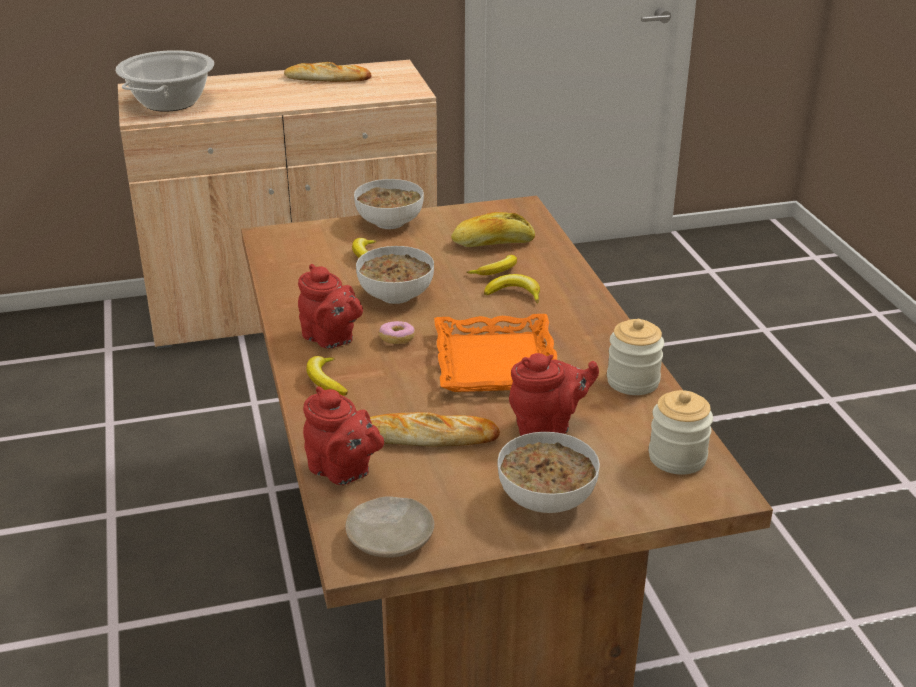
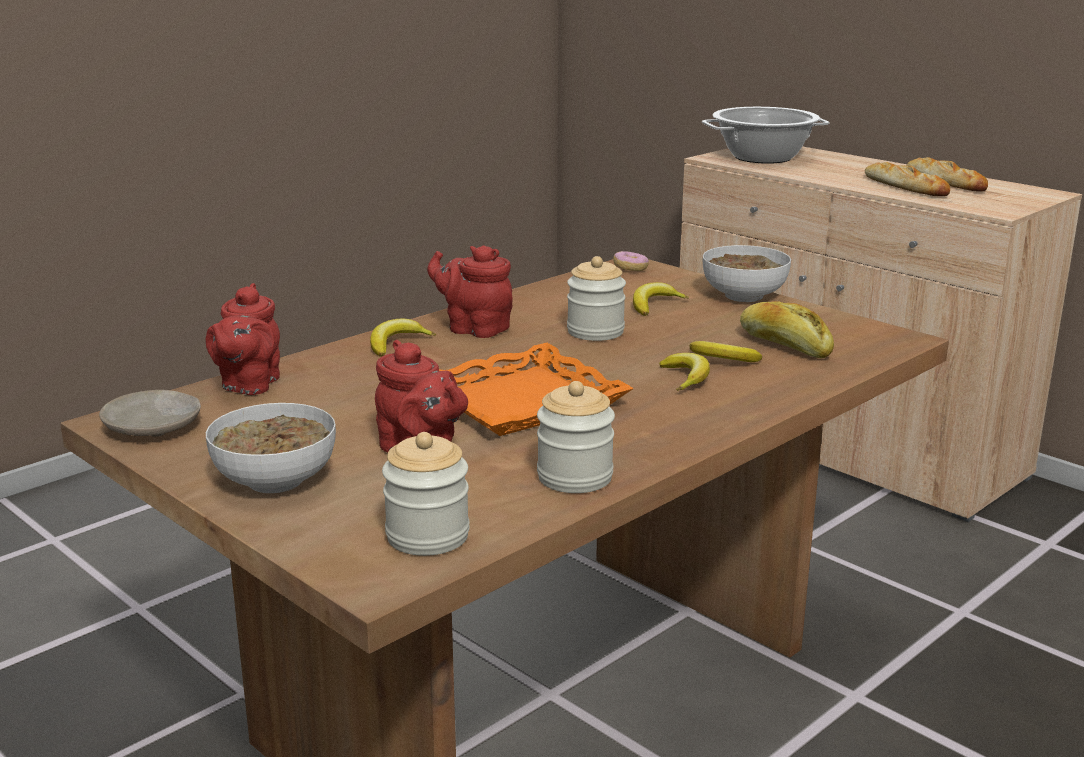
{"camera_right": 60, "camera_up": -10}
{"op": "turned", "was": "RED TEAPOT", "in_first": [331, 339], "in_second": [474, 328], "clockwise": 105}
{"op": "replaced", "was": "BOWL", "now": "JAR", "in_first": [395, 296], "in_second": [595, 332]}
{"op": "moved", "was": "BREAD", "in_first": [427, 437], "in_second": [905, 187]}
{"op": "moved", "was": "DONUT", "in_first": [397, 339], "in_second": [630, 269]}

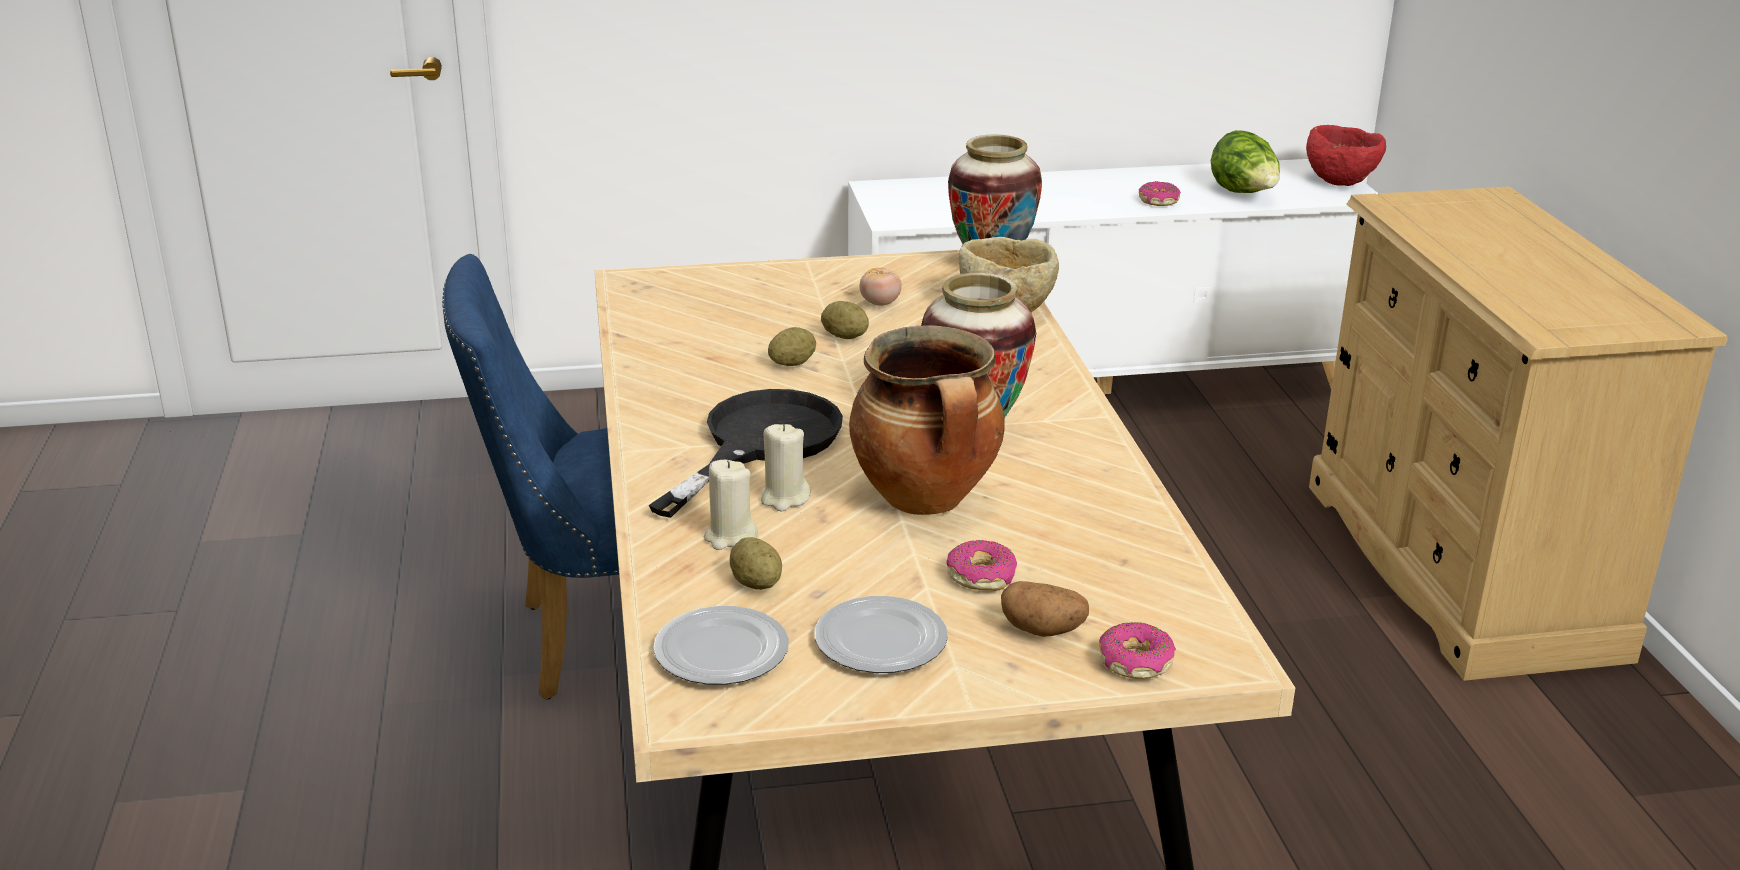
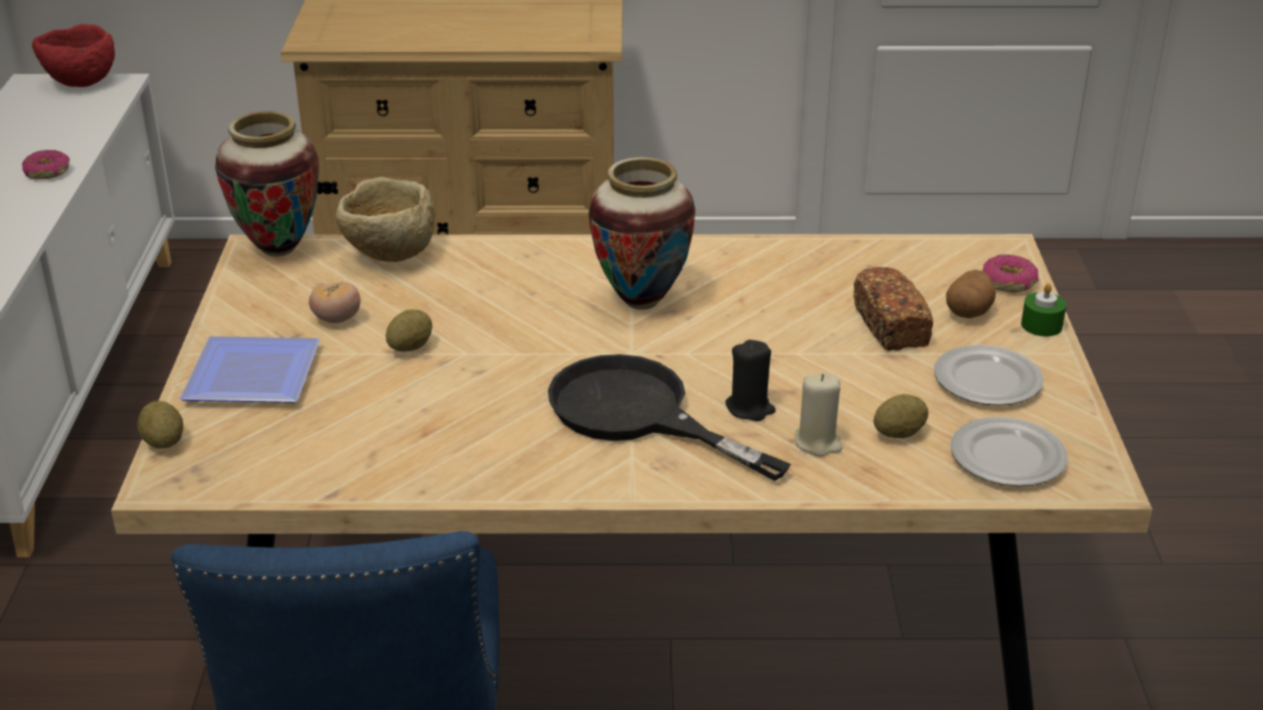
{"camera_right": -80, "camera_up": 5}
{"op": "recoloured", "was": "BEIGE CANDLE", "now": "BLACK CANDLE", "in_first": [784, 498], "in_second": [750, 408]}
{"op": "moved", "was": "POTATO", "in_first": [792, 364], "in_second": [164, 442]}
{"op": "removed", "was": "COOKING POT", "in_first": [927, 500]}
{"op": "replaced", "was": "DONUT", "now": "BREAD", "in_first": [981, 576], "in_second": [890, 327]}
{"op": "removed", "was": "LETTUCE", "in_first": [1244, 194]}
{"op": "added", "now": "PLATE", "in_second": [258, 373]}
{"op": "added", "now": "GREEN CANDLE", "in_second": [1041, 325]}

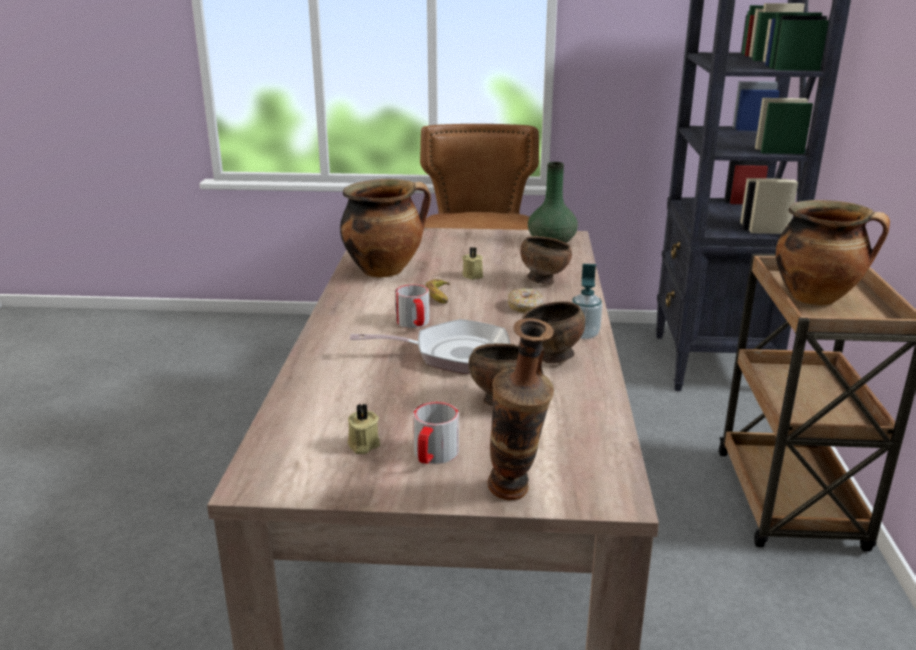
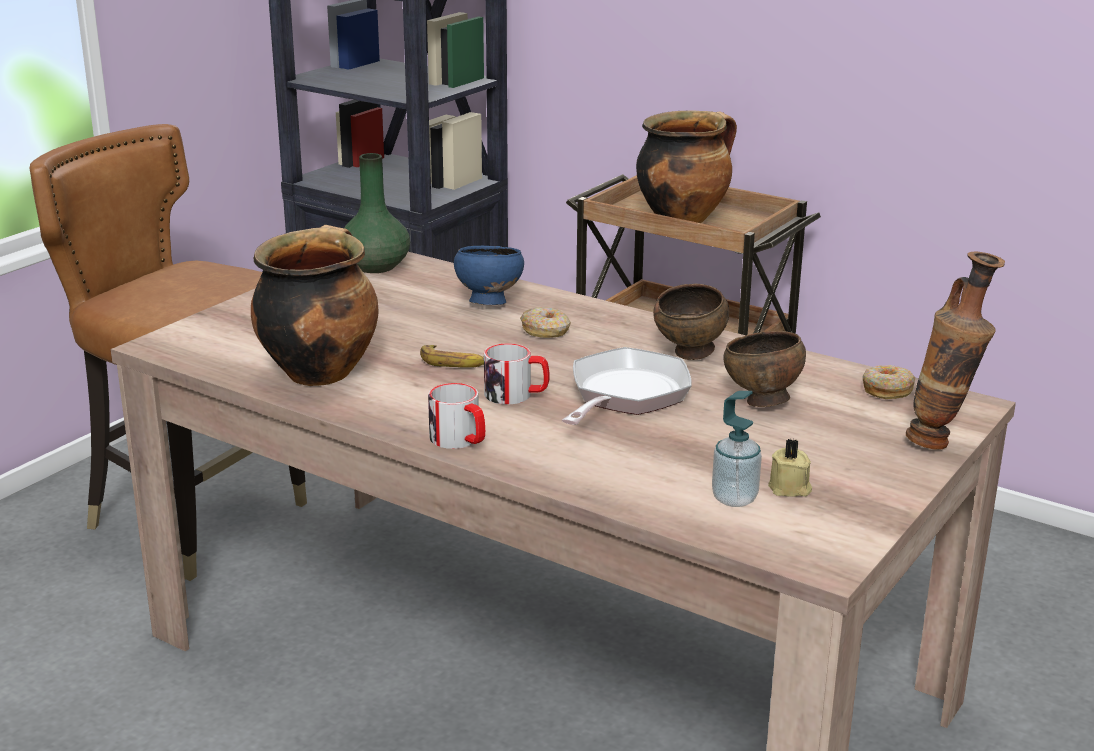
{"camera_right": -60, "camera_up": 0}
{"op": "moved", "was": "MUG", "in_first": [433, 456], "in_second": [460, 440]}
{"op": "removed", "was": "BEIGE CANDLE", "in_first": [473, 275]}
{"op": "recoloured", "was": "BROWN BOWL", "now": "BLUE BOWL", "in_first": [543, 281], "in_second": [487, 303]}
{"op": "moved", "was": "SOAP DISPENSER", "in_first": [584, 334], "in_second": [734, 499]}
{"op": "added", "now": "DONUT", "in_second": [887, 390]}

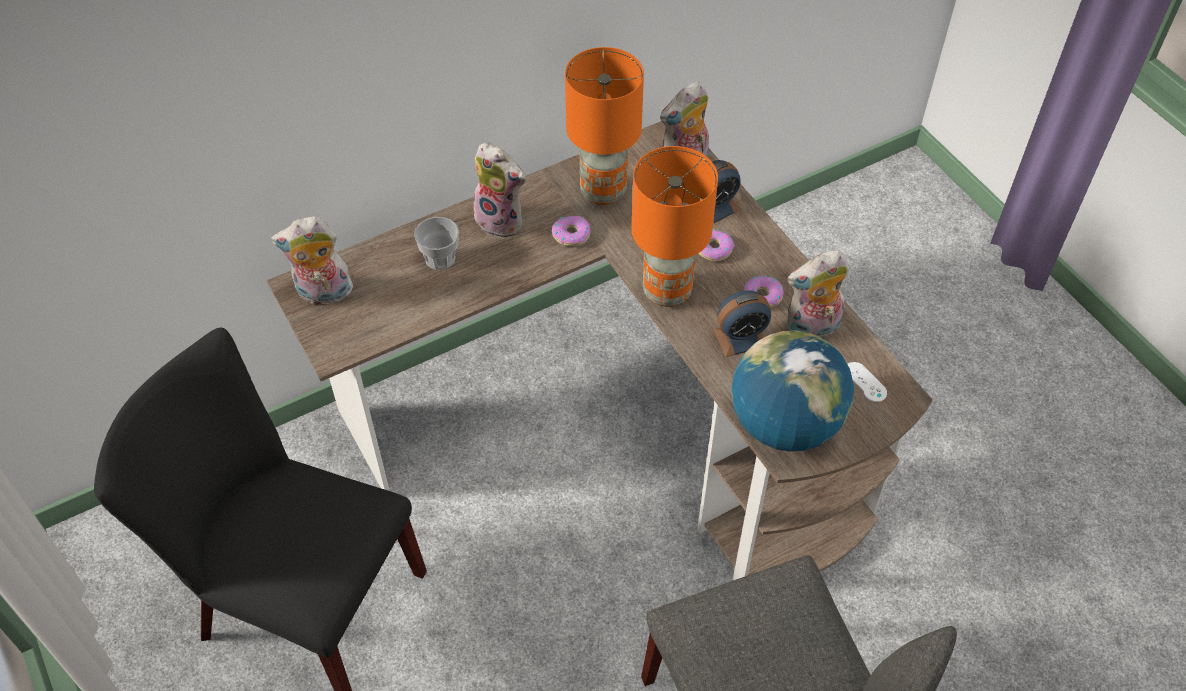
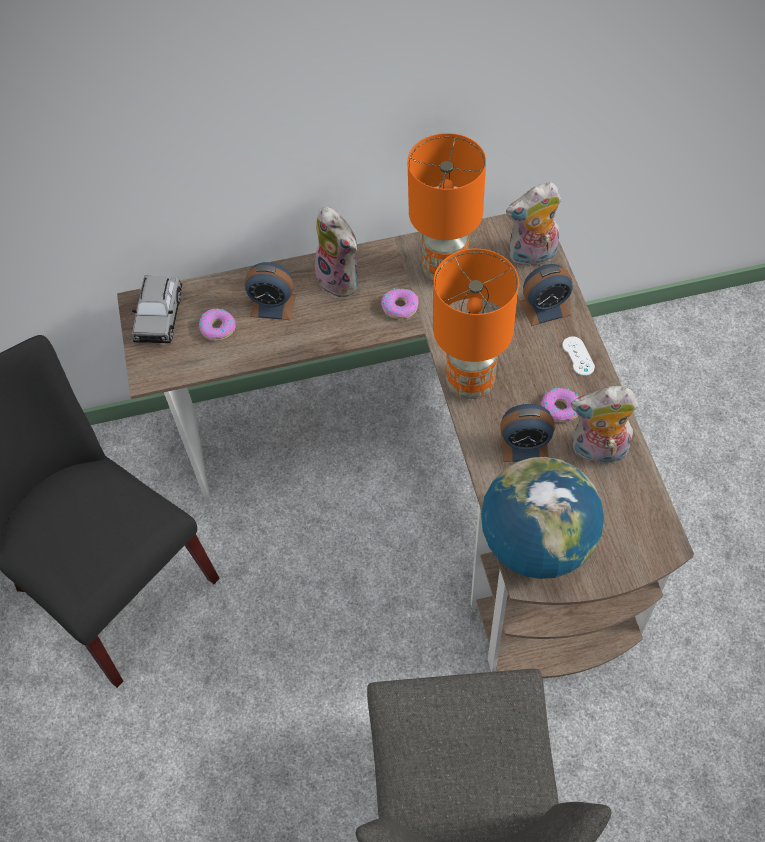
{"camera_right": 20, "camera_up": 5}
{"op": "replaced", "was": "PLUSH TOY", "now": "GREY TOY CAR", "in_first": [323, 294], "in_second": [159, 317]}
{"op": "replaced", "was": "CUP", "now": "ALARM CLOCK", "in_first": [440, 259], "in_second": [273, 305]}
{"op": "moved", "was": "DONUT", "in_first": [713, 249], "in_second": [218, 328]}
{"op": "moved", "was": "WHITE GAME CONTROLLER", "in_first": [865, 382], "in_second": [578, 356]}

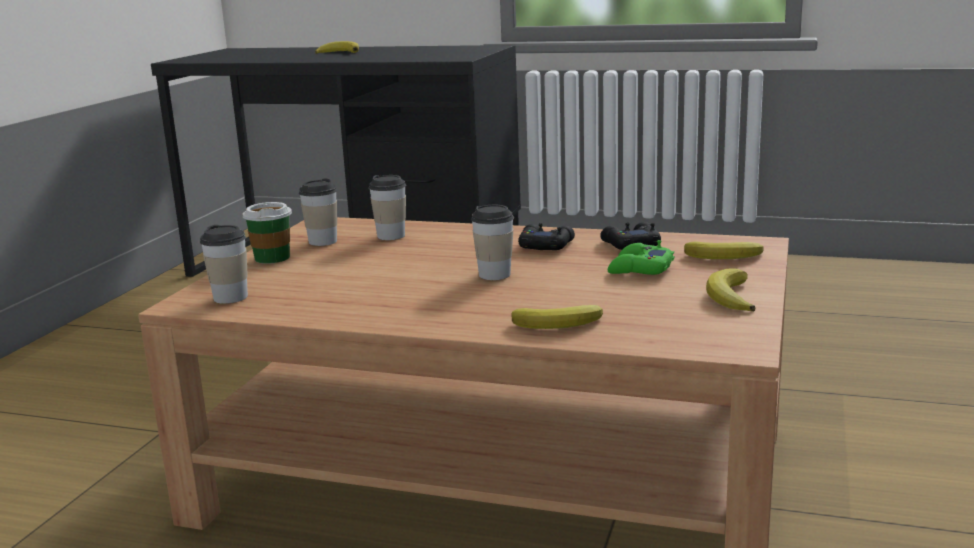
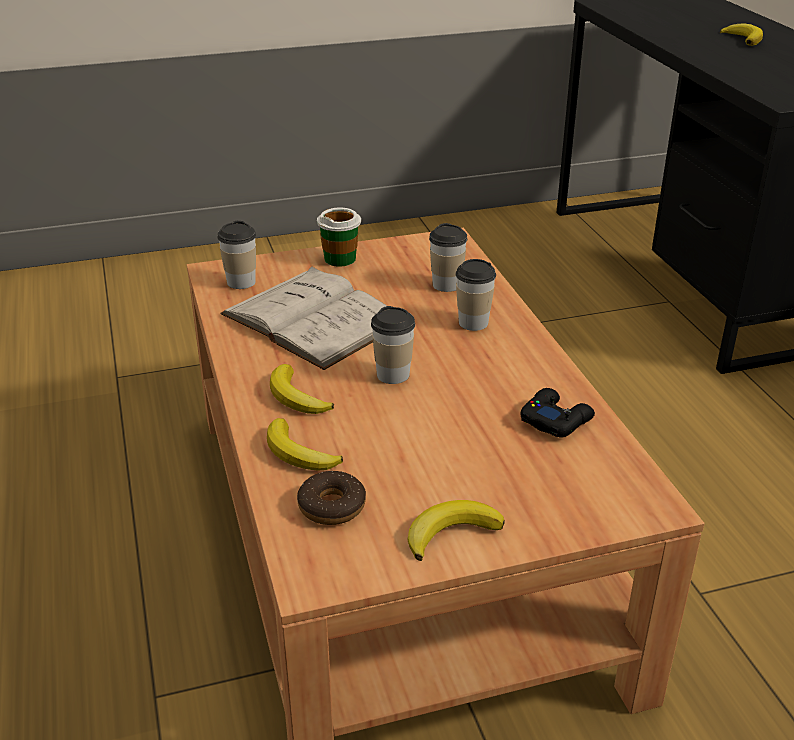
{"camera_right": 55, "camera_up": 15}
{"op": "moved", "was": "CUP", "in_first": [322, 241], "in_second": [473, 322]}
{"op": "removed", "was": "BLACK GAME CONTROLLER", "in_first": [545, 245]}
{"op": "removed", "was": "GREEN GAME CONTROLLER", "in_first": [640, 269]}
{"op": "moved", "was": "BANANA", "in_first": [726, 256], "in_second": [296, 397]}
{"op": "added", "now": "WHITE BOOK", "in_second": [313, 318]}
{"op": "added", "now": "DONUT", "in_second": [332, 506]}

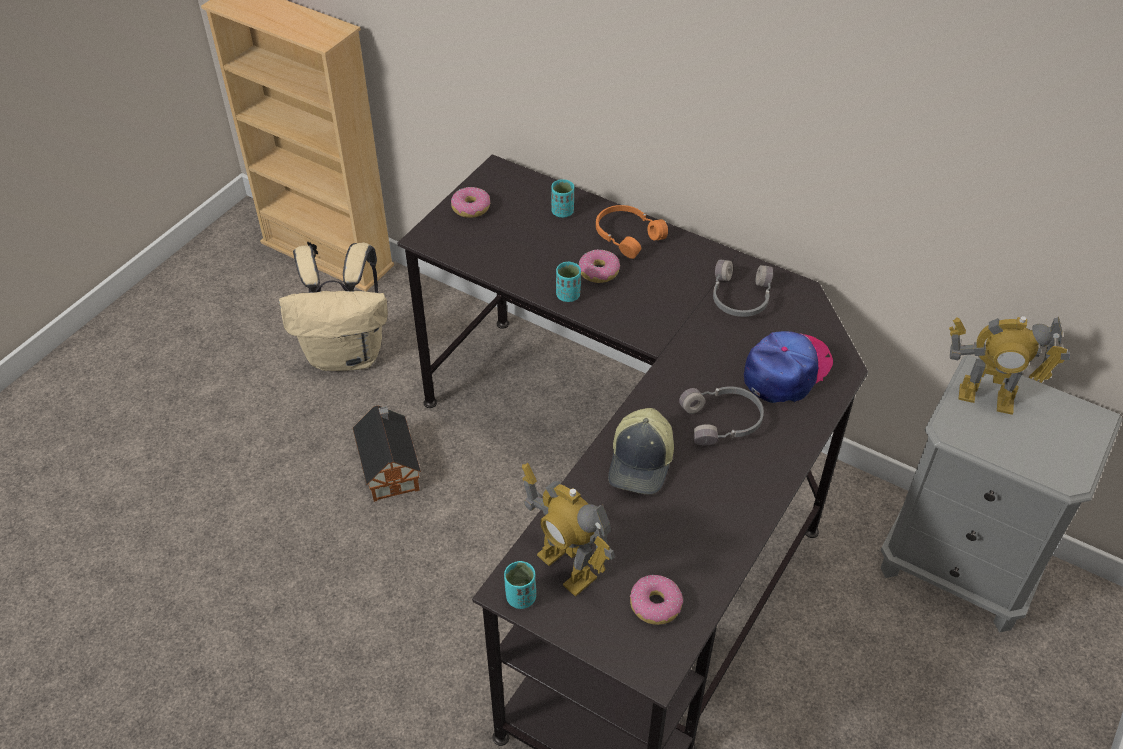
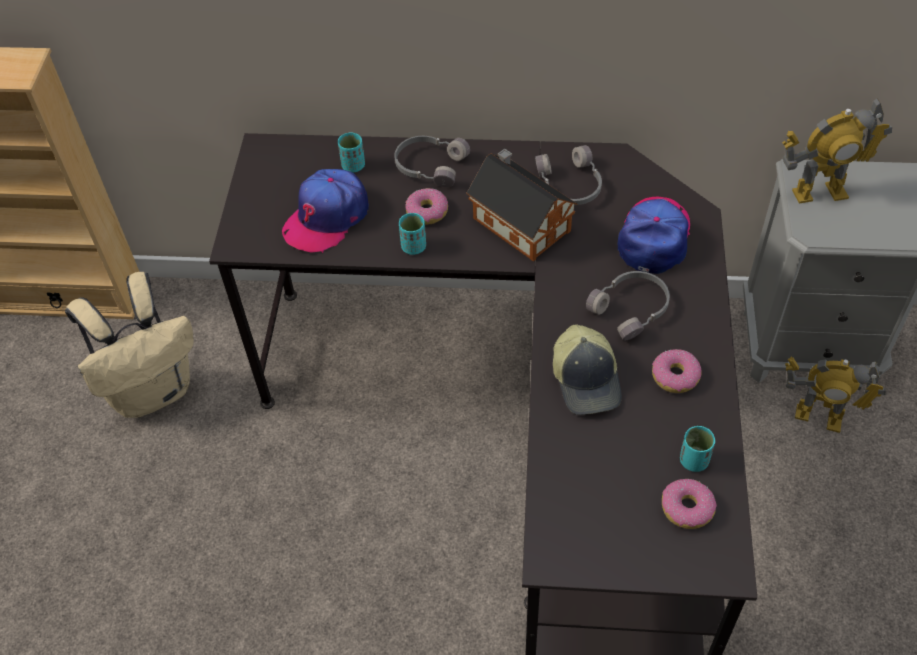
{"camera_right": -25, "camera_up": 5}
{"op": "moved", "was": "TOY HOUSE", "in_first": [389, 466], "in_second": [519, 222]}
{"op": "moved", "was": "DONUT", "in_first": [471, 208], "in_second": [675, 376]}
{"op": "moved", "was": "TURQUOISE CUP", "in_first": [521, 597], "in_second": [693, 460]}
{"op": "moved", "was": "TOY ROBOT", "in_first": [566, 567], "in_second": [818, 417]}
{"op": "recoloured", "was": "ORANGE HEADPHONES", "now": "GREY HEADPHONES", "in_first": [627, 235], "in_second": [430, 165]}
{"op": "added", "now": "CAP", "in_second": [326, 217]}

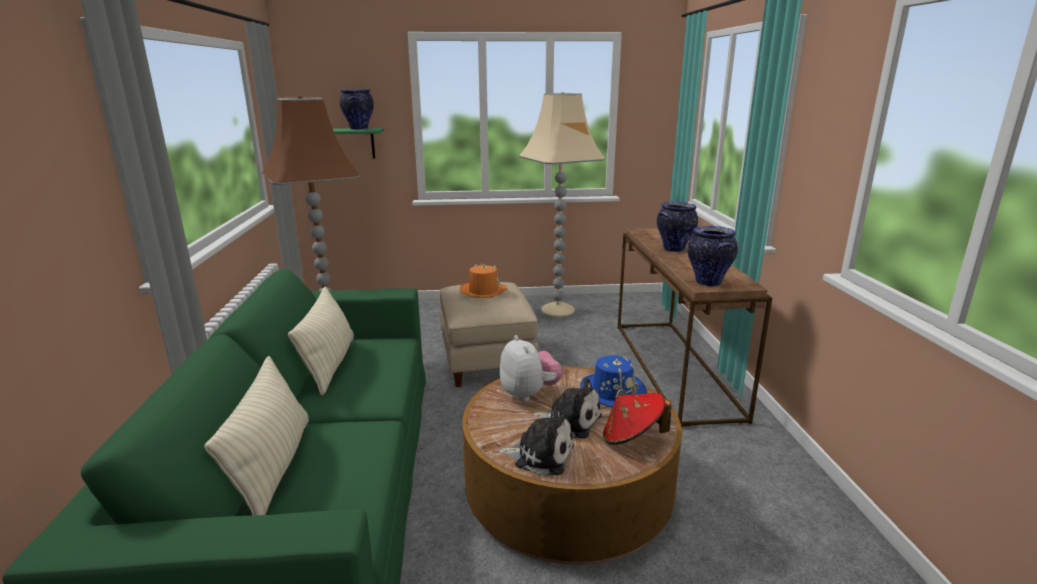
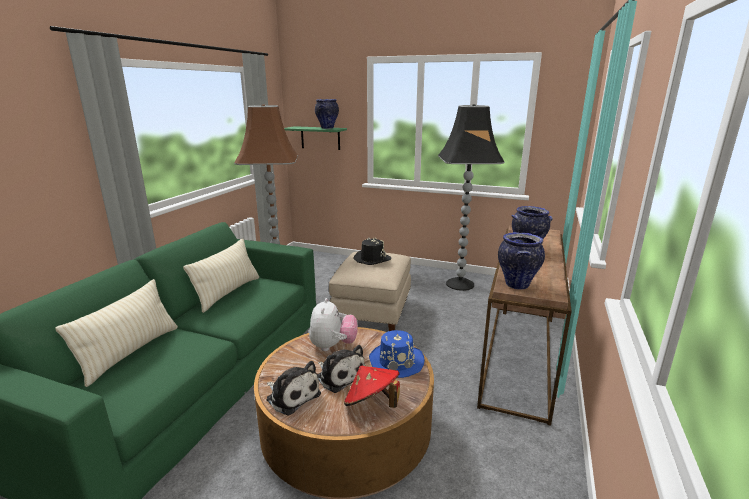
{"camera_right": 25, "camera_up": 0}
{"op": "recoloured", "was": "ORANGE HAT", "now": "BLACK HAT", "in_first": [483, 291], "in_second": [372, 259]}
{"op": "recoloured", "was": "BEIGE FLOOR LAMP", "now": "BLACK FLOOR LAMP", "in_first": [558, 310], "in_second": [460, 284]}

